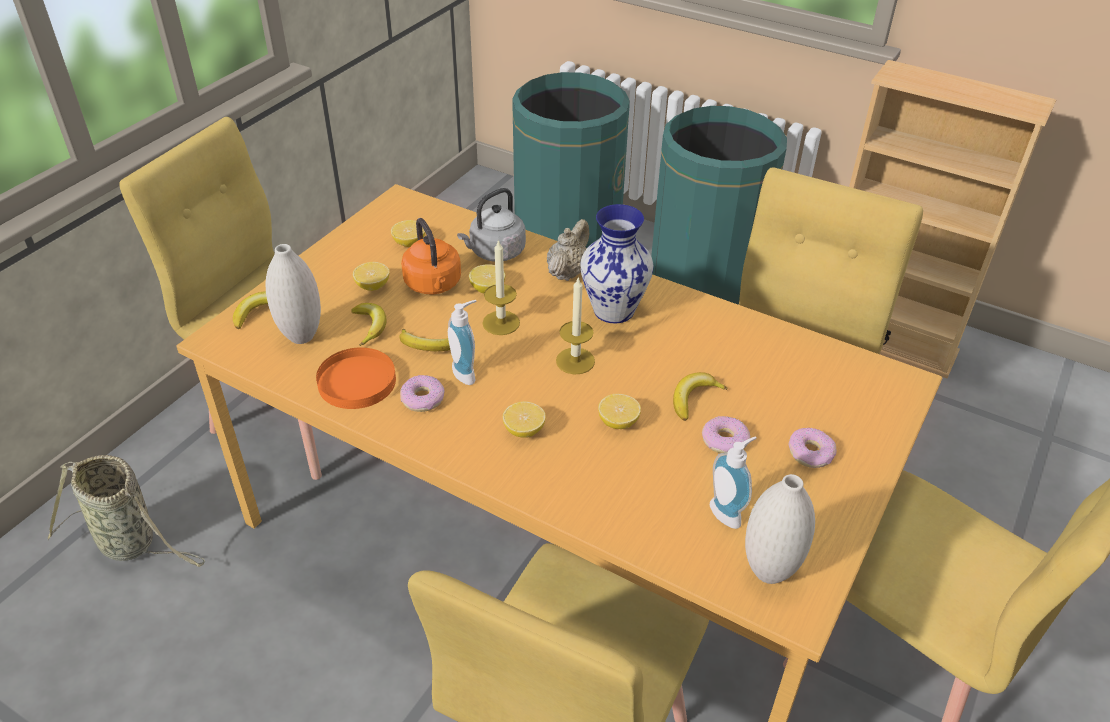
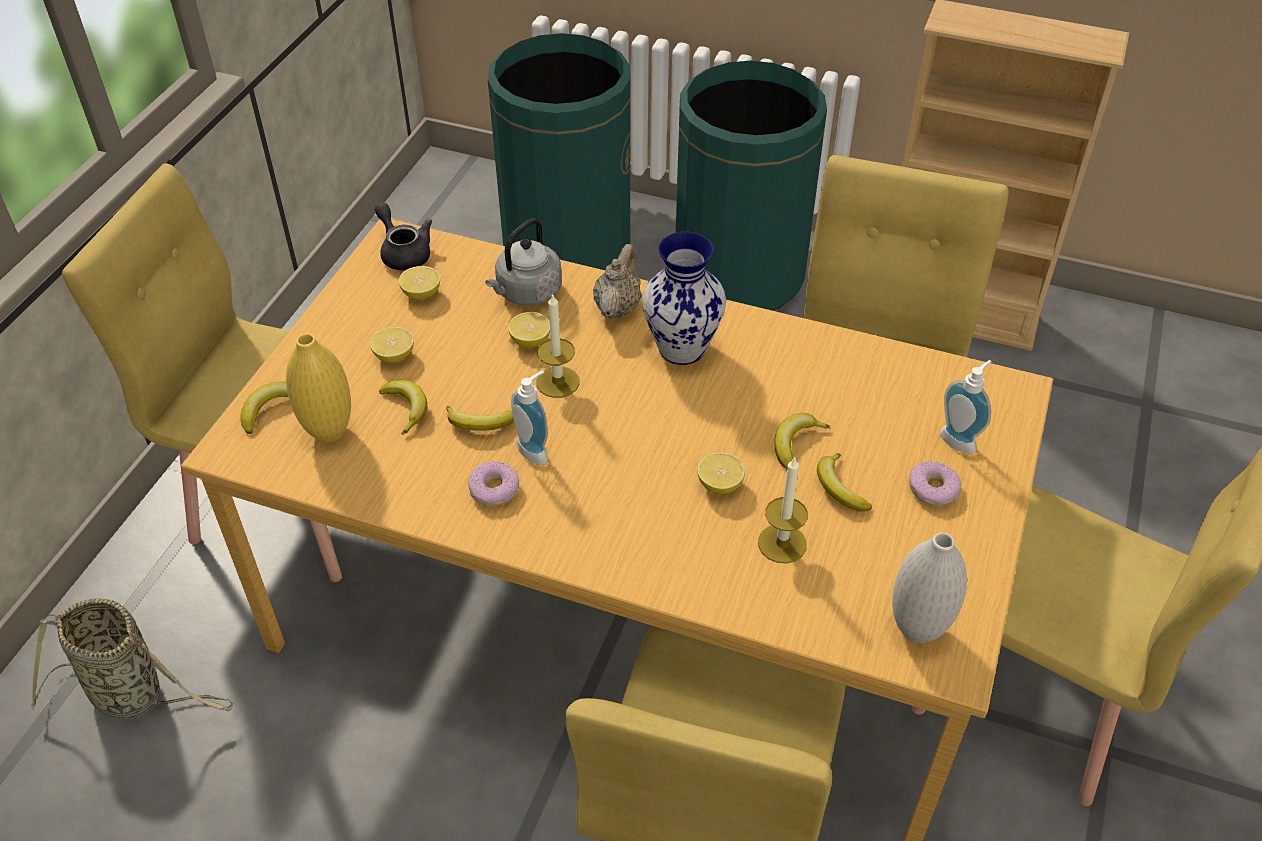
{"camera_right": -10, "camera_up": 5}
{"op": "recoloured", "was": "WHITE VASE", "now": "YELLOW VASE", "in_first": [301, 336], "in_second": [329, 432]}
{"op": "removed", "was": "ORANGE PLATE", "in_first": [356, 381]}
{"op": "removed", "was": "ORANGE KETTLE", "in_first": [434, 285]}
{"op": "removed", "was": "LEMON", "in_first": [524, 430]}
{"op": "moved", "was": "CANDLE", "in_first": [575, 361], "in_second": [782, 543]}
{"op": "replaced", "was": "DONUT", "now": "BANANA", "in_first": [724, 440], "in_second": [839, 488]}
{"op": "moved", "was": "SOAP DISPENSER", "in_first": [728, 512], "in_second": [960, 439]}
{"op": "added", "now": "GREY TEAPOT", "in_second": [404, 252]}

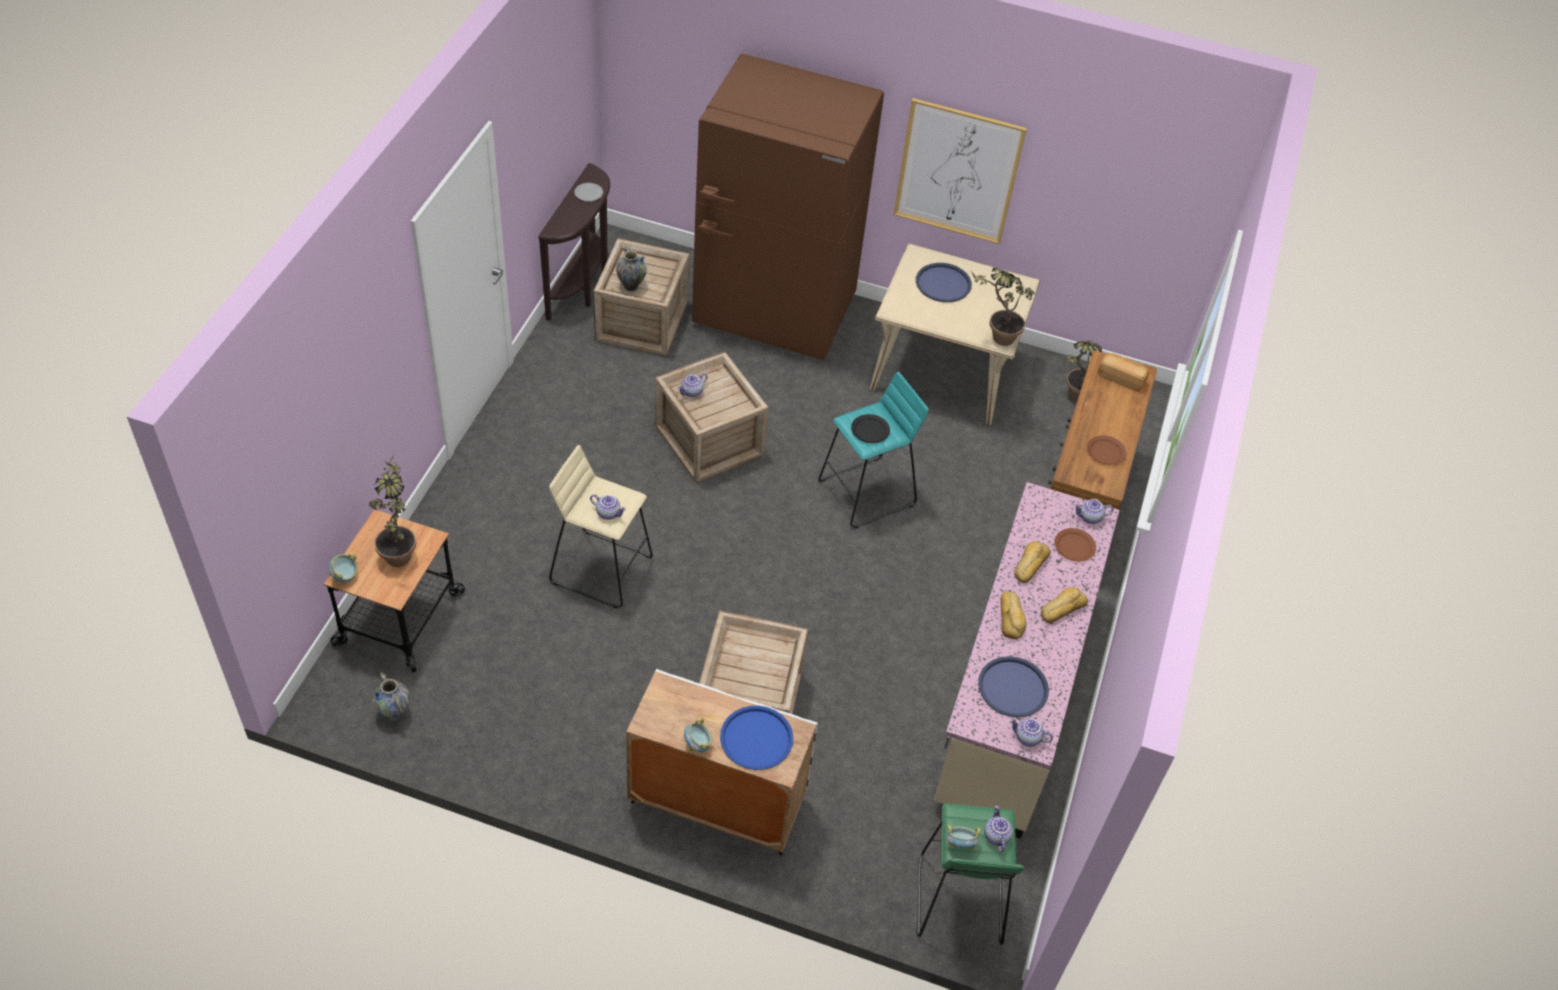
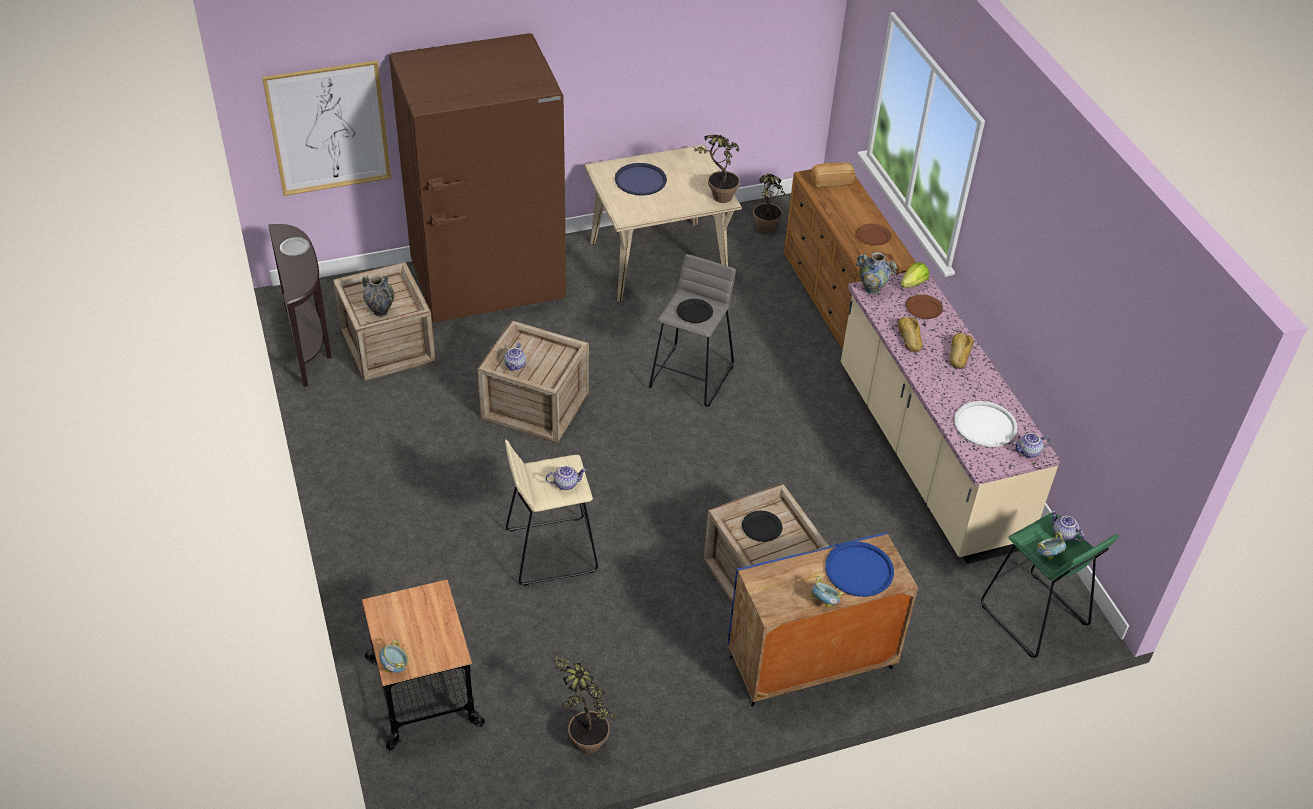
{"camera_right": -35, "camera_up": -5}
{"op": "moved", "was": "POTTED PLANT", "in_first": [399, 550], "in_second": [583, 736]}
{"op": "moved", "was": "VASE", "in_first": [394, 712], "in_second": [872, 289]}
{"op": "recoloured", "was": "WHITE CABINET", "now": "BLUE CABINET", "in_first": [715, 801], "in_second": [810, 663]}
{"op": "recoloured", "was": "TURQUOISE STOOL", "now": "GREY STOOL", "in_first": [867, 493], "in_second": [691, 376]}
{"op": "moved", "was": "PICTURE", "in_first": [958, 171], "in_second": [329, 128]}
{"op": "recoloured", "was": "BLUE TRAY", "now": "WHITE TRAY", "in_first": [1013, 688], "in_second": [985, 425]}
{"op": "removed", "was": "BREAD", "in_first": [1011, 617]}
{"op": "replaced", "was": "TEAPOT", "now": "LETTUCE", "in_first": [1090, 518], "in_second": [913, 284]}
{"op": "added", "now": "BLACK PLATE", "in_second": [762, 527]}

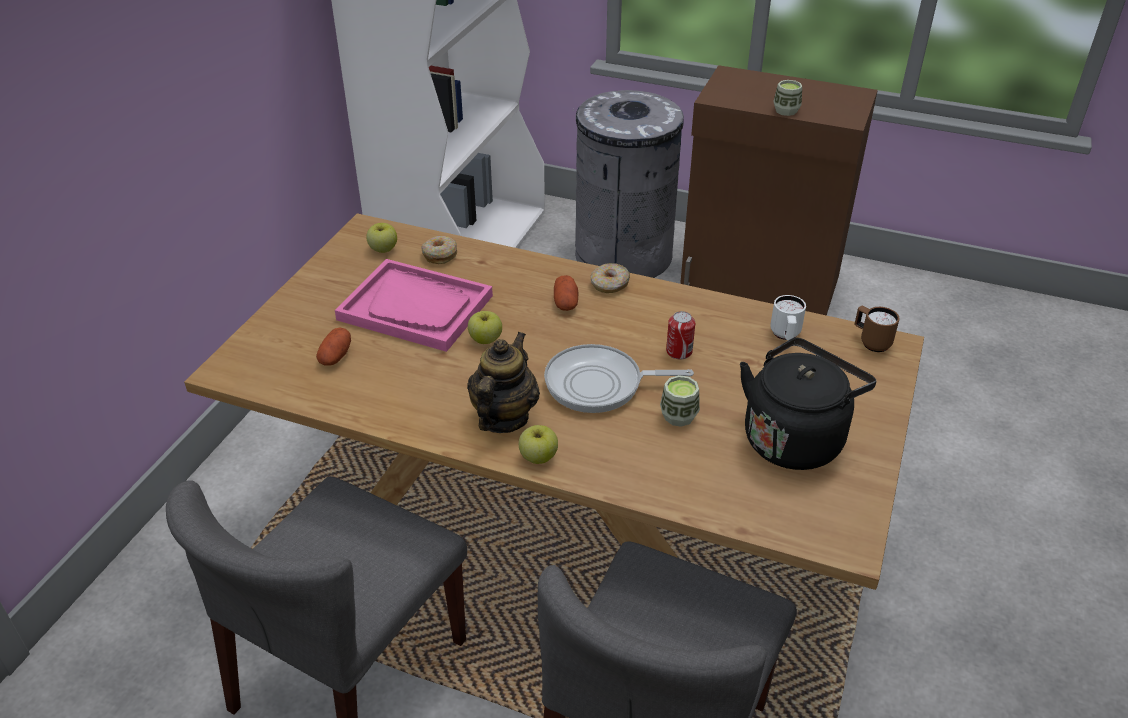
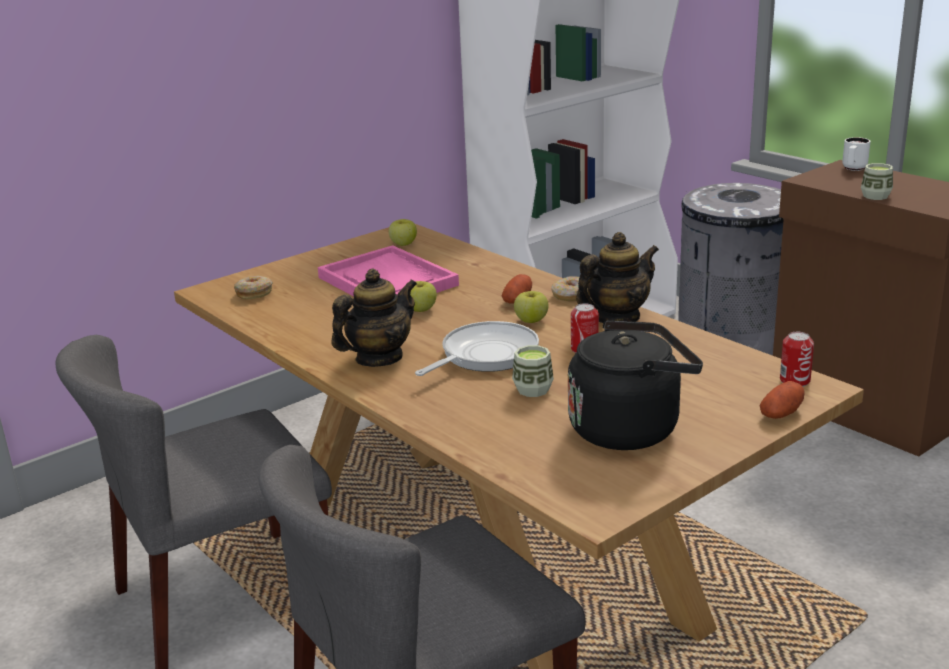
{"camera_right": 30, "camera_up": -15}
{"op": "moved", "was": "POTATO", "in_first": [336, 356], "in_second": [781, 413]}
{"op": "moved", "was": "DONUT", "in_first": [440, 255], "in_second": [254, 293]}
{"op": "moved", "was": "APPLE", "in_first": [538, 457], "in_second": [531, 320]}
{"op": "turned", "was": "FRYING PAN", "in_first": [599, 385], "in_second": [485, 355], "clockwise": 105}
{"op": "moved", "was": "WHITE MUG", "in_first": [785, 336], "in_second": [853, 169]}
{"op": "replaced", "was": "BROWN MUG", "now": "CAN", "in_first": [871, 342], "in_second": [794, 381]}
{"op": "added", "now": "TEAPOT", "in_second": [617, 318]}

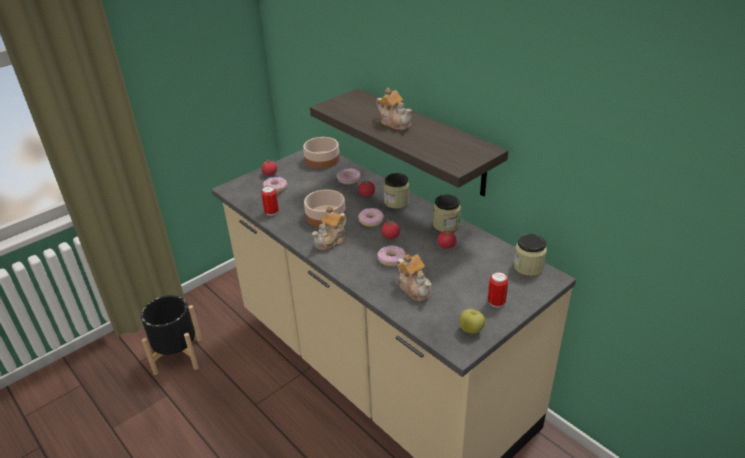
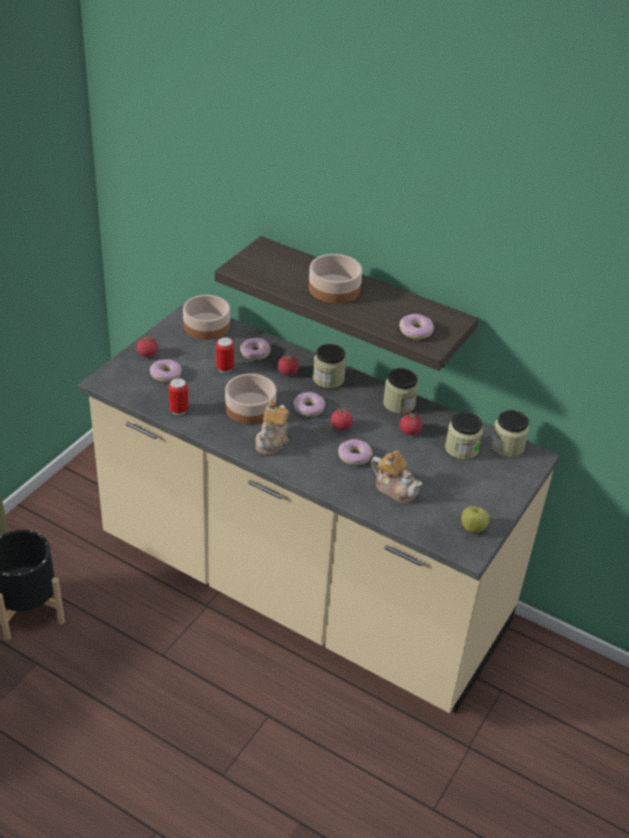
{"camera_right": -20, "camera_up": 5}
{"op": "replaced", "was": "TEAPOT", "now": "BOWL", "in_first": [395, 123], "in_second": [334, 288]}
{"op": "moved", "was": "CAN", "in_first": [496, 302], "in_second": [224, 368]}
{"op": "added", "now": "DONUT", "in_second": [415, 331]}
{"op": "added", "now": "JAR", "in_second": [461, 448]}

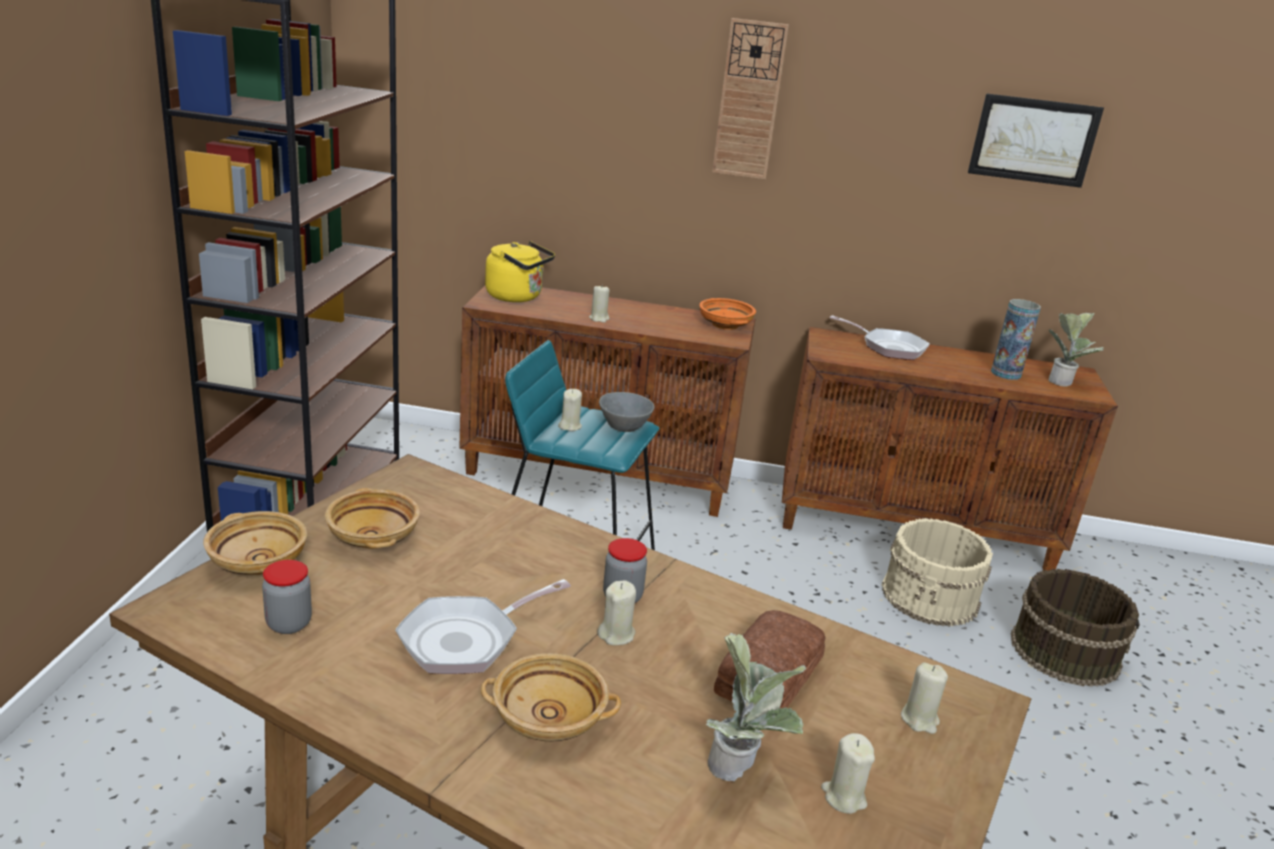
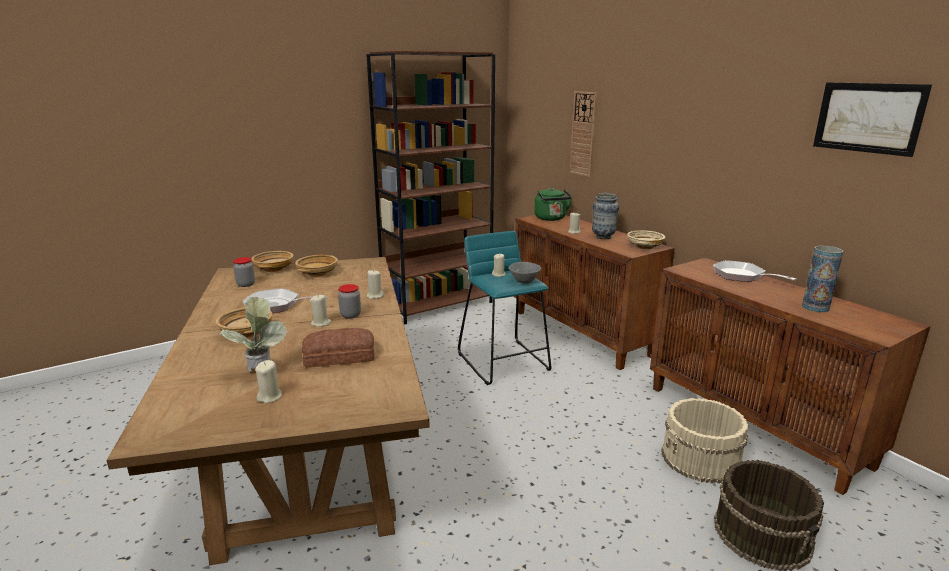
{"camera_right": 50, "camera_up": -5}
{"op": "recoloured", "was": "YELLOW KETTLE", "now": "GREEN KETTLE", "in_first": [517, 297], "in_second": [551, 218]}
{"op": "recoloured", "was": "ORANGE BOWL", "now": "BEIGE BOWL", "in_first": [724, 324], "in_second": [644, 246]}
{"op": "moved", "was": "WALL CLOCK", "in_first": [749, 100], "in_second": [583, 134]}
{"op": "turned", "was": "FRYING PAN", "in_first": [889, 347], "in_second": [742, 276], "clockwise": 150}
{"op": "moved", "was": "BEIGE CANDLE", "in_first": [919, 719], "in_second": [375, 296]}
{"op": "removed", "was": "POTTED PLANT", "in_first": [1062, 381]}
{"op": "added", "now": "VASE", "in_second": [603, 237]}

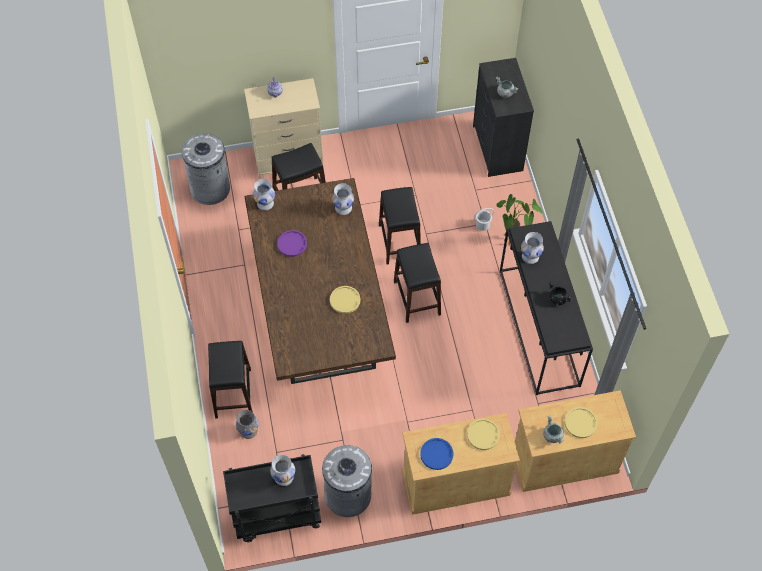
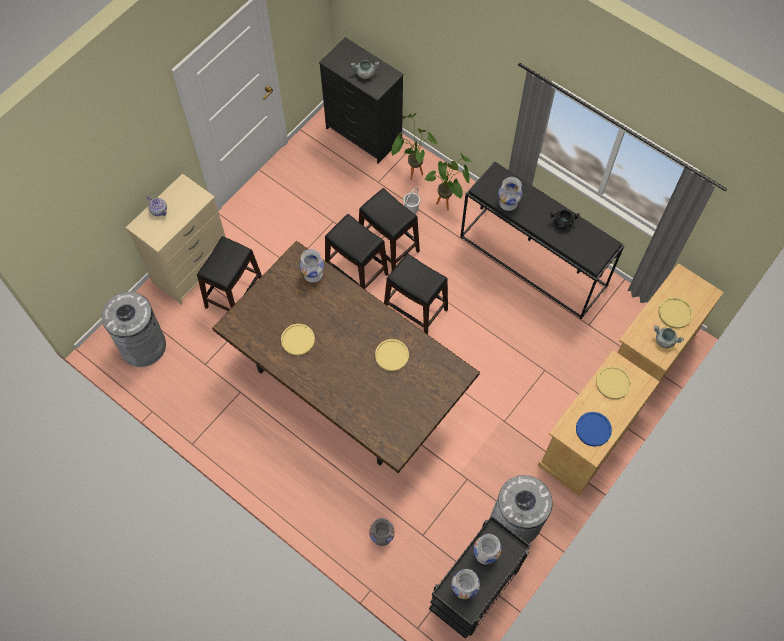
{"camera_right": -40, "camera_up": 5}
{"op": "moved", "was": "BLACK STOOL", "in_first": [233, 393], "in_second": [388, 247]}
{"op": "moved", "was": "WHITE VASE", "in_first": [265, 203], "in_second": [463, 588]}
{"op": "recoloured", "was": "PURPLE PLATE", "now": "YELLOW PLATE", "in_first": [292, 244], "in_second": [298, 340]}
{"op": "added", "now": "POTTED PLANT", "in_second": [411, 173]}

